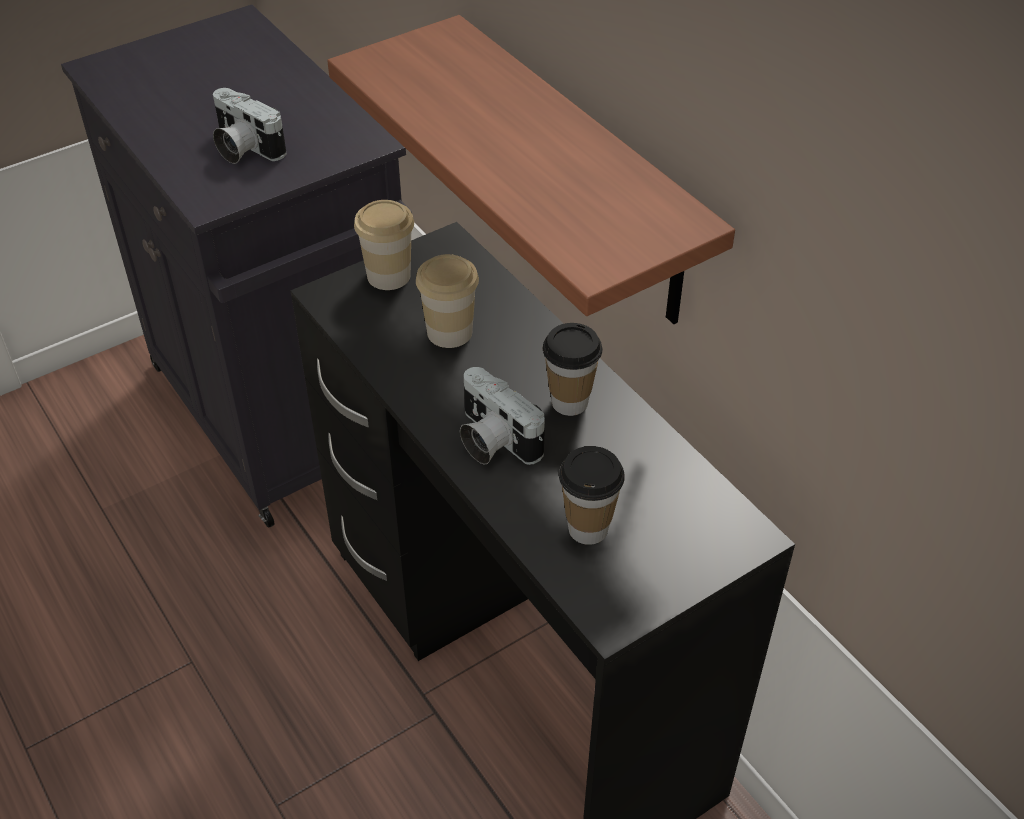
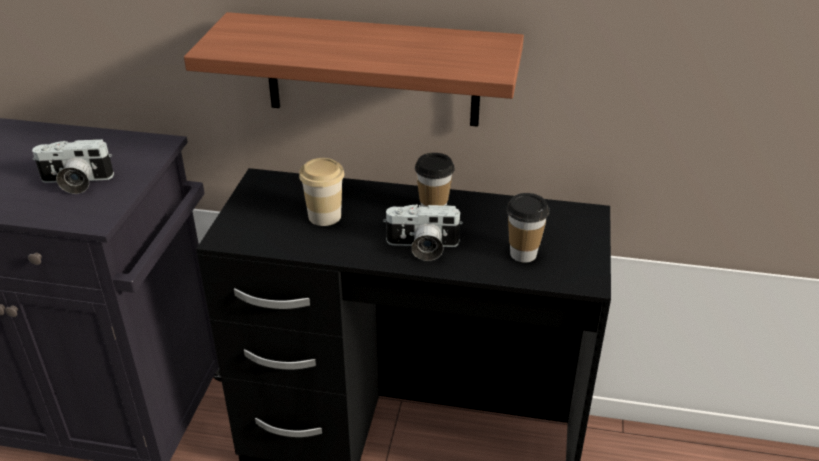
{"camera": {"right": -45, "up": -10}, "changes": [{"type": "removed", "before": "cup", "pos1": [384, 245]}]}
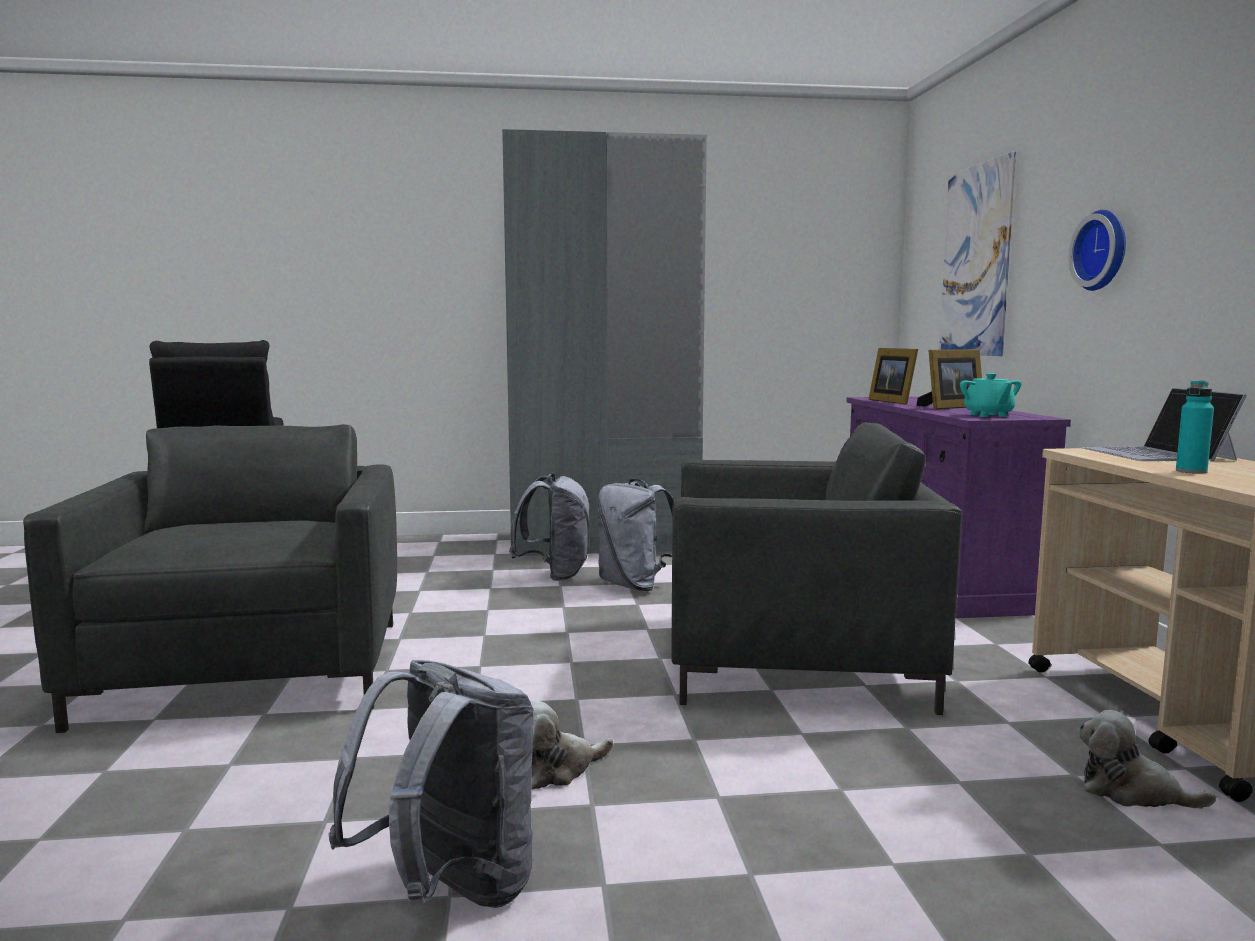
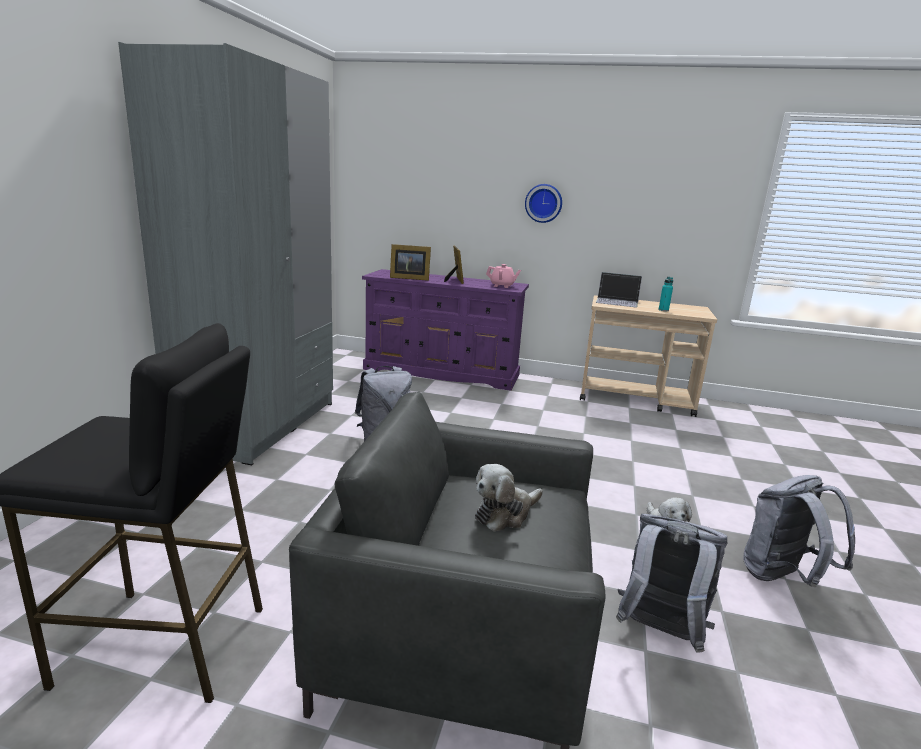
{"camera": {"right": -70, "up": 10}, "changes": [{"type": "moved", "before": "plush toy", "pos1": [1147, 759], "pos2": [509, 497]}, {"type": "recoloured", "before": "turquoise teapot", "after": "pink teapot", "pos1": [990, 395], "pos2": [503, 276]}, {"type": "moved", "before": "grey backpack", "pos1": [549, 527], "pos2": [672, 583]}, {"type": "removed", "before": "grey armchair", "pos1": [816, 568]}, {"type": "removed", "before": "picture", "pos1": [977, 253]}]}
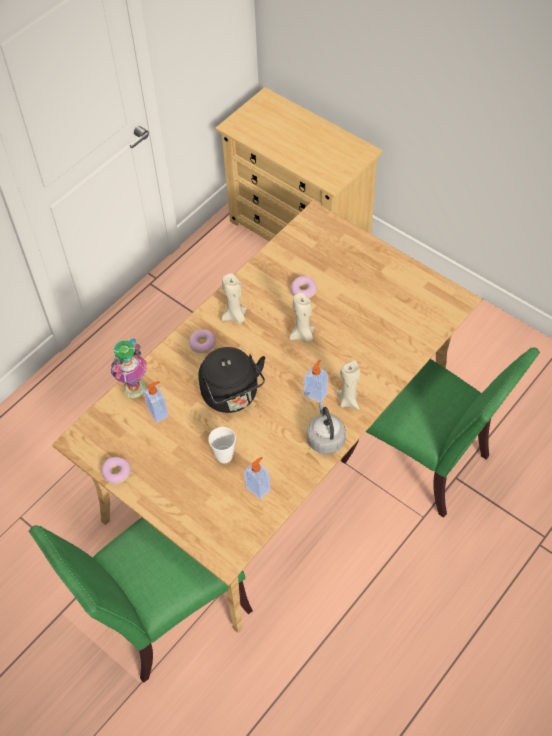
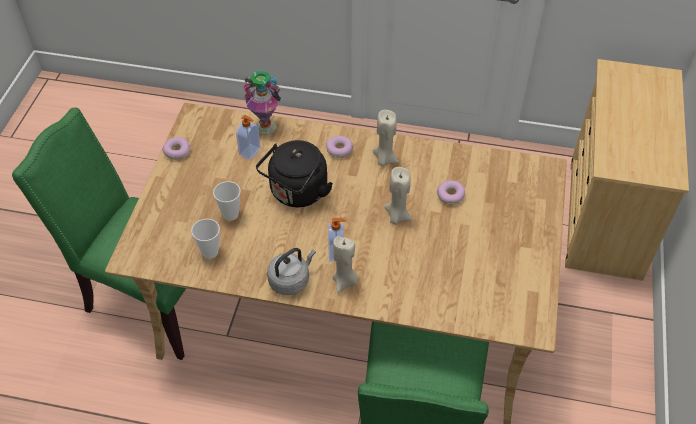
{"camera": {"right": 60, "up": -5}, "changes": [{"type": "replaced", "before": "soap dispenser", "after": "cup", "pos1": [257, 478], "pos2": [205, 239]}]}
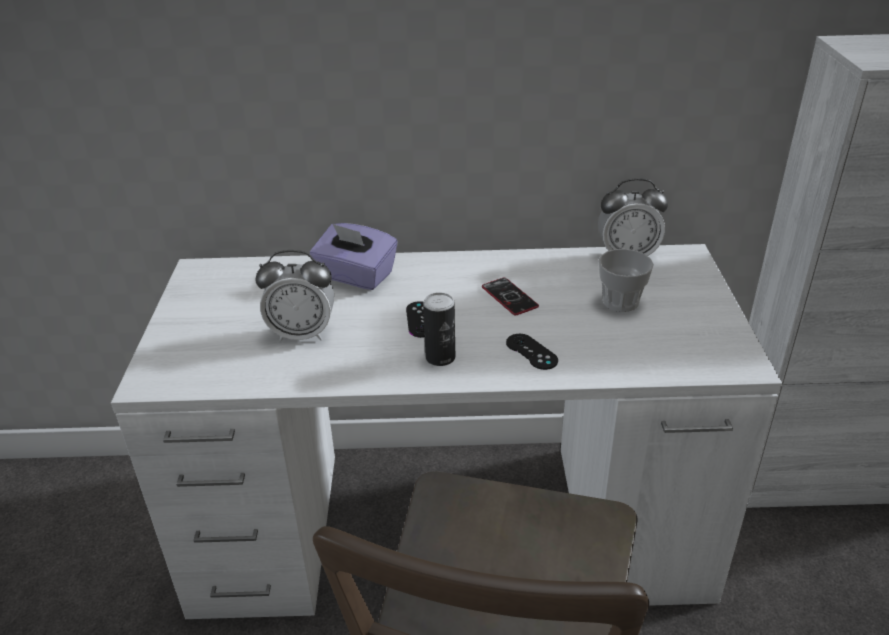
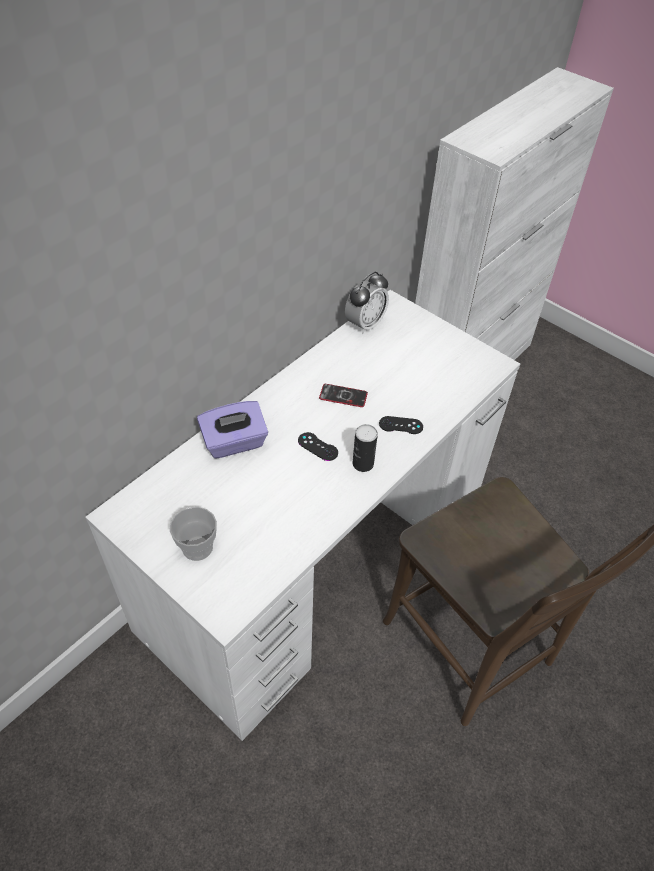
{"camera": {"right": -50, "up": 15}, "changes": [{"type": "moved", "before": "cup", "pos1": [626, 280], "pos2": [193, 534]}, {"type": "removed", "before": "alarm clock", "pos1": [295, 295]}]}
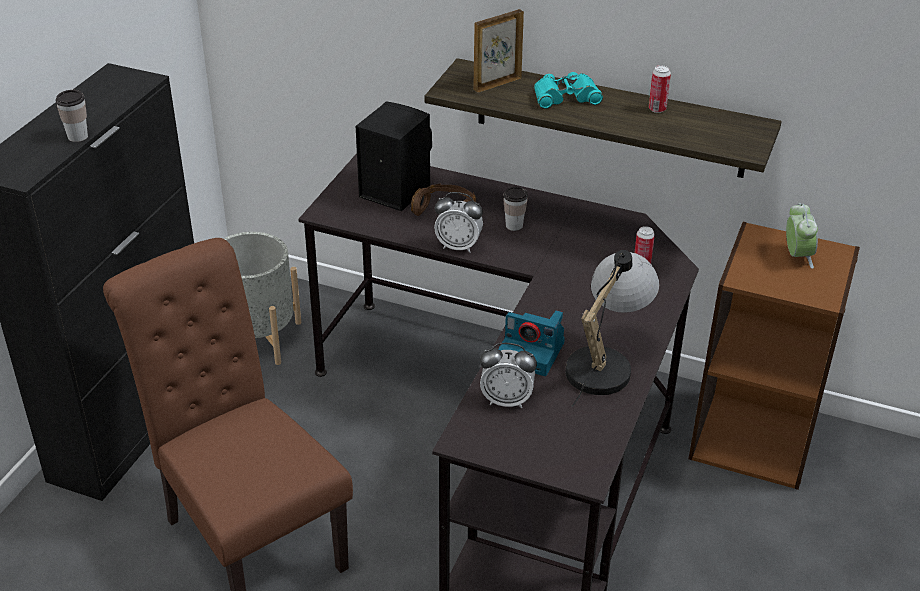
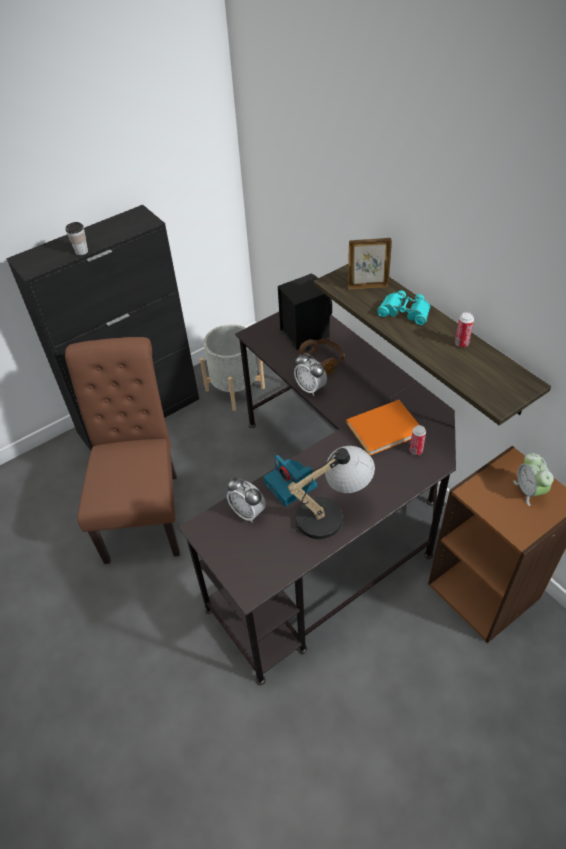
{"camera": {"right": 35, "up": 10}, "changes": [{"type": "added", "after": "orange book", "pos2": [382, 427]}, {"type": "turned", "before": "alarm clock", "pos1": [802, 236], "pos2": [533, 479], "turn": 135}, {"type": "removed", "before": "cup", "pos1": [516, 209]}]}
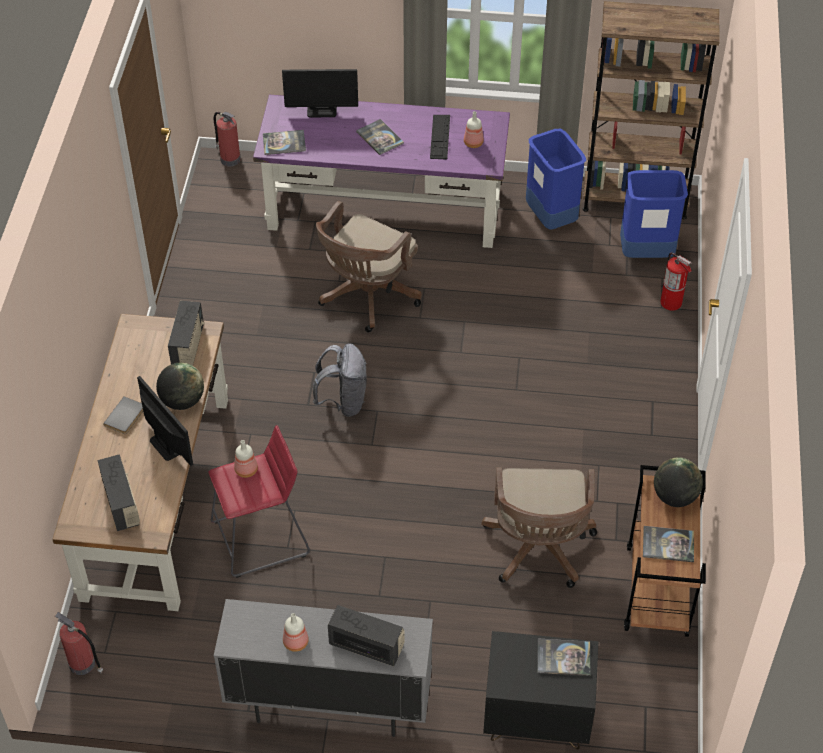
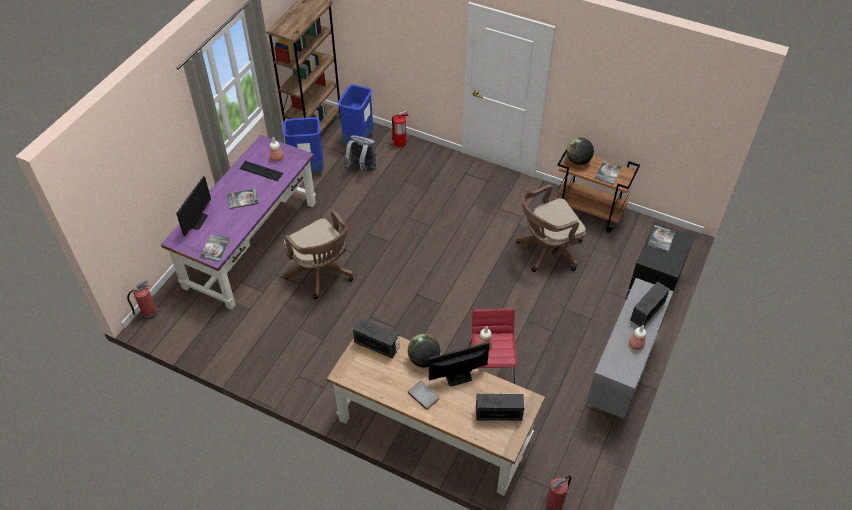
{"camera": {"right": -70, "up": 0}, "changes": [{"type": "moved", "before": "grey backpack", "pos1": [340, 380], "pos2": [360, 155]}, {"type": "turned", "before": "brown office chair", "pos1": [539, 527], "pos2": [551, 228], "turn": 135}]}
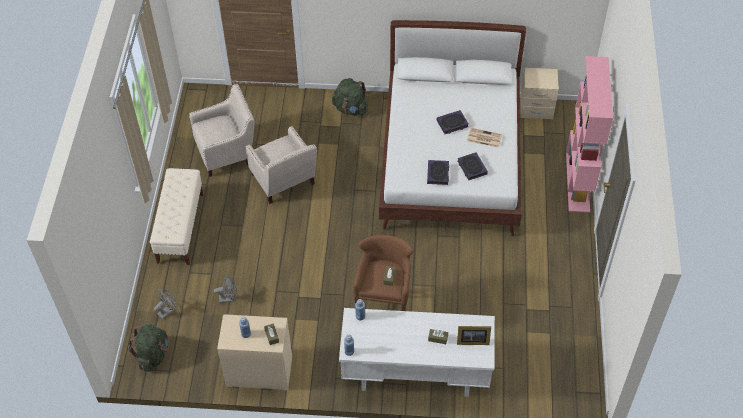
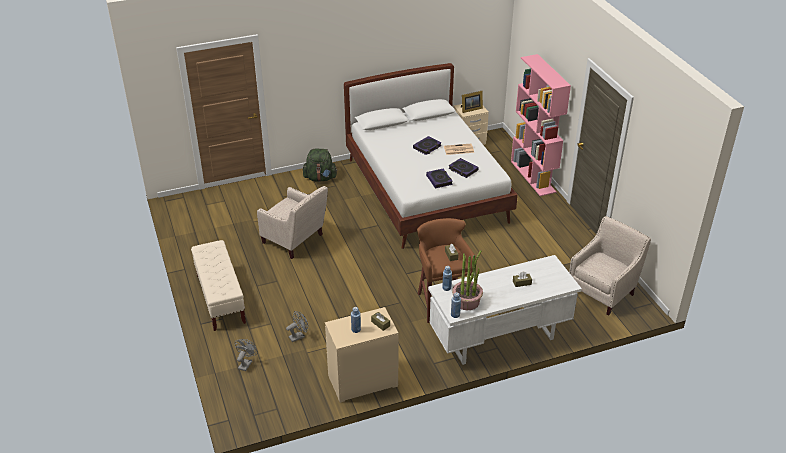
{"camera": {"right": -25, "up": -15}, "changes": [{"type": "added", "after": "potted plant", "pos2": [467, 280]}, {"type": "moved", "before": "picture frame", "pos1": [474, 335], "pos2": [472, 102]}, {"type": "moved", "before": "beige armchair", "pos1": [221, 130], "pos2": [610, 266]}, {"type": "removed", "before": "green backpack", "pos1": [148, 348]}]}
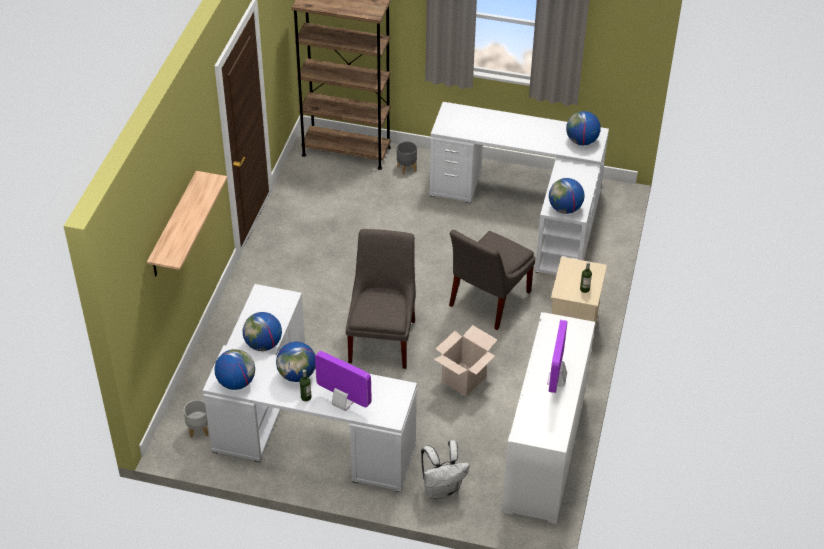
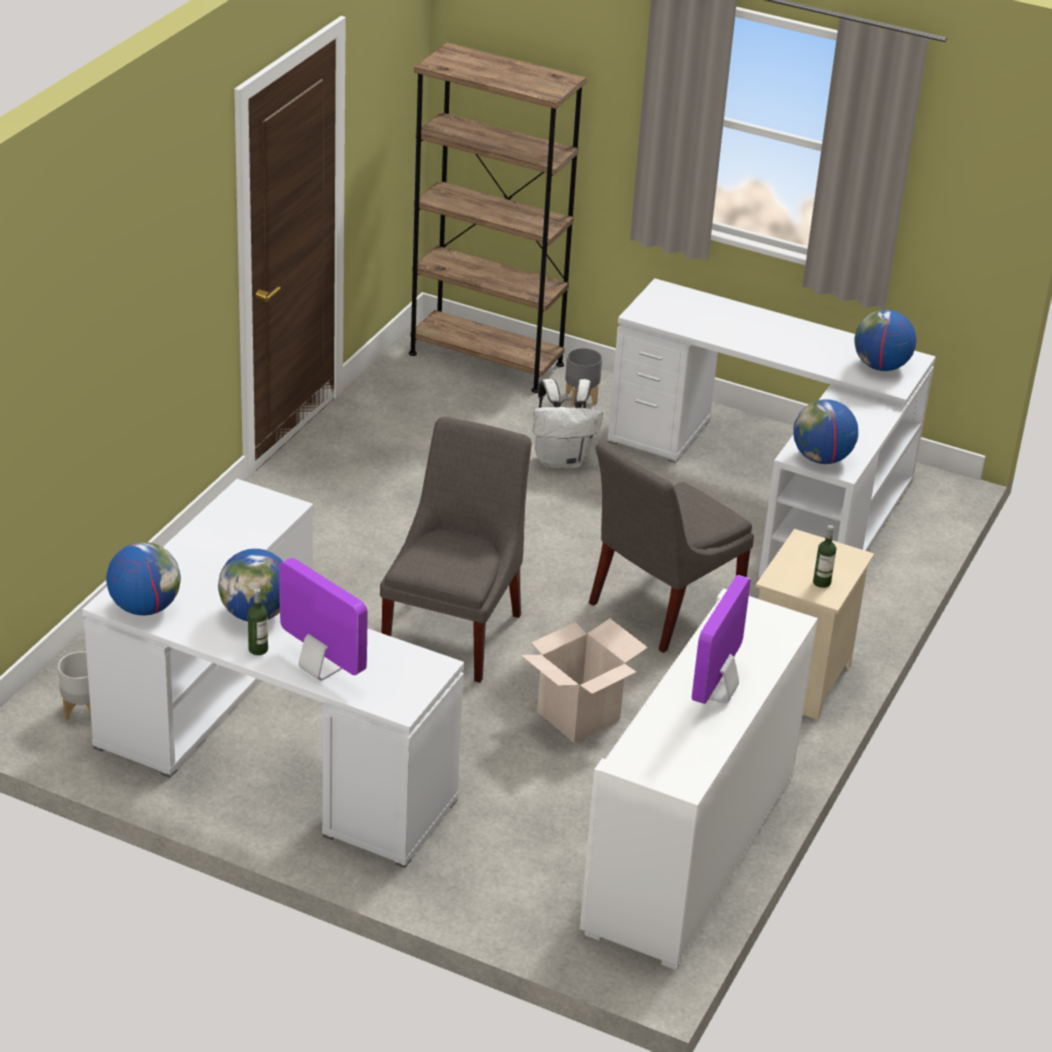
{"camera": {"right": 10, "up": -10}, "changes": [{"type": "moved", "before": "white backpack", "pos1": [445, 469], "pos2": [568, 423]}, {"type": "removed", "before": "shelf", "pos1": [187, 223]}, {"type": "removed", "before": "globe", "pos1": [262, 331]}]}
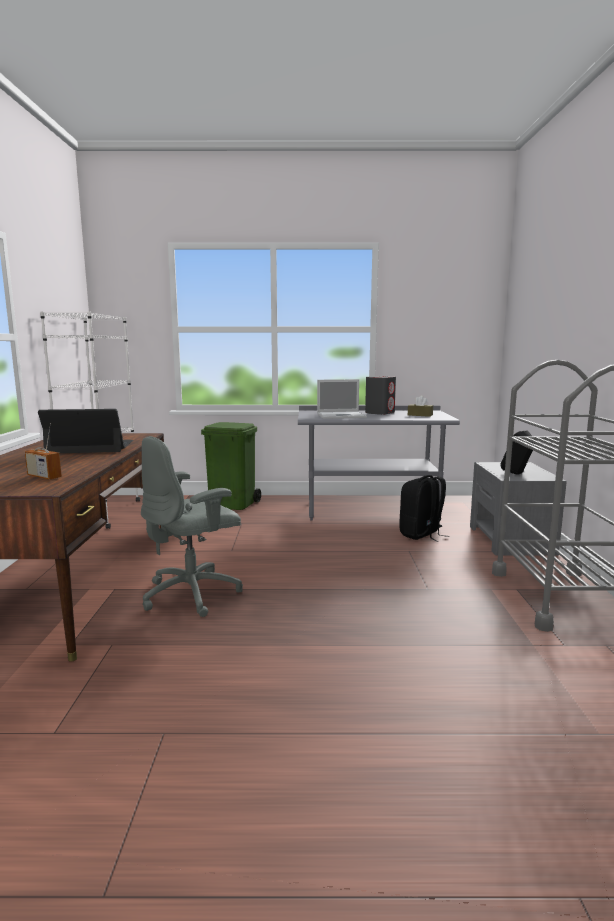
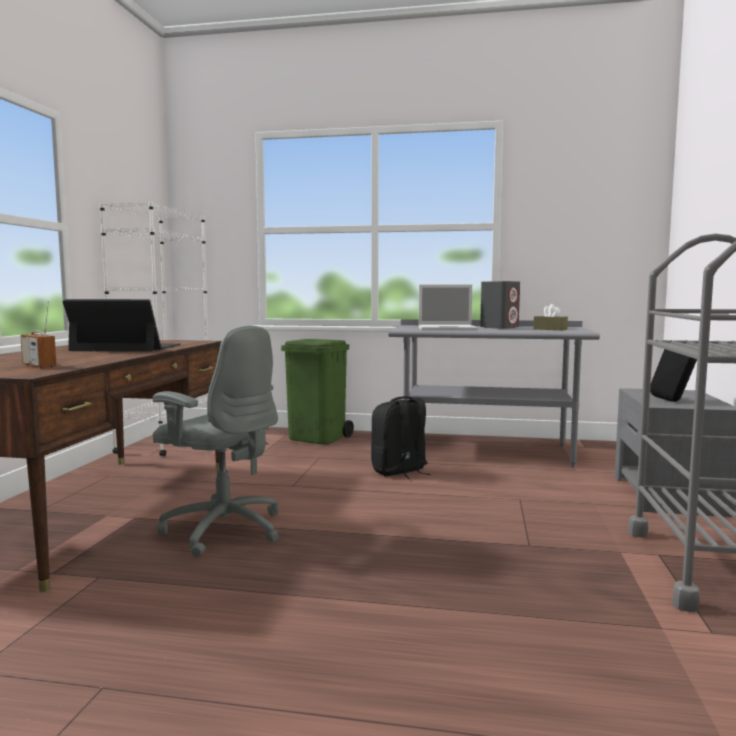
{"camera": {"right": 10, "up": -5}, "changes": [{"type": "turned", "before": "grey office chair", "pos1": [192, 526], "pos2": [216, 441], "turn": -120}, {"type": "moved", "before": "black backpack", "pos1": [424, 508], "pos2": [401, 437]}]}
